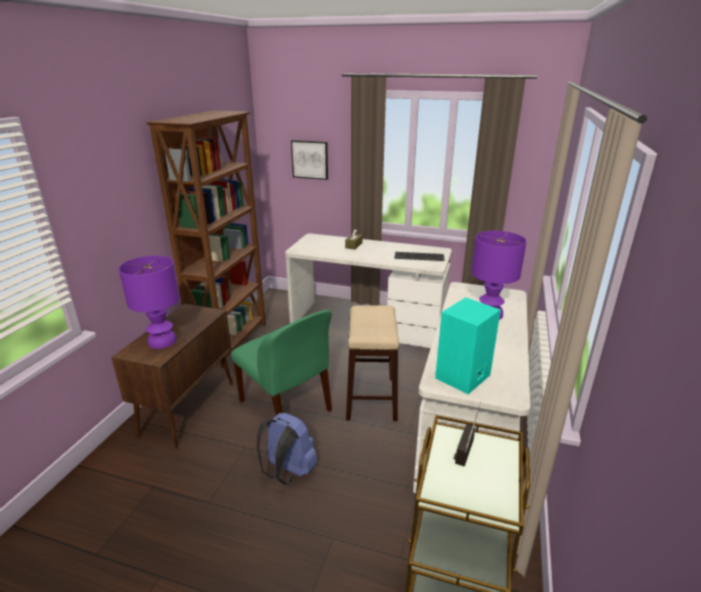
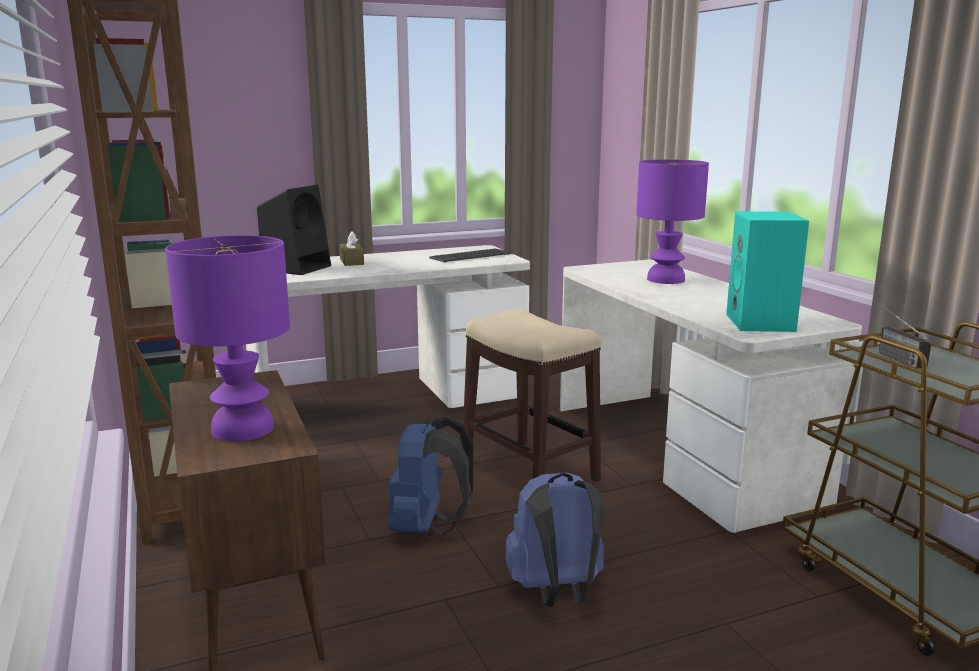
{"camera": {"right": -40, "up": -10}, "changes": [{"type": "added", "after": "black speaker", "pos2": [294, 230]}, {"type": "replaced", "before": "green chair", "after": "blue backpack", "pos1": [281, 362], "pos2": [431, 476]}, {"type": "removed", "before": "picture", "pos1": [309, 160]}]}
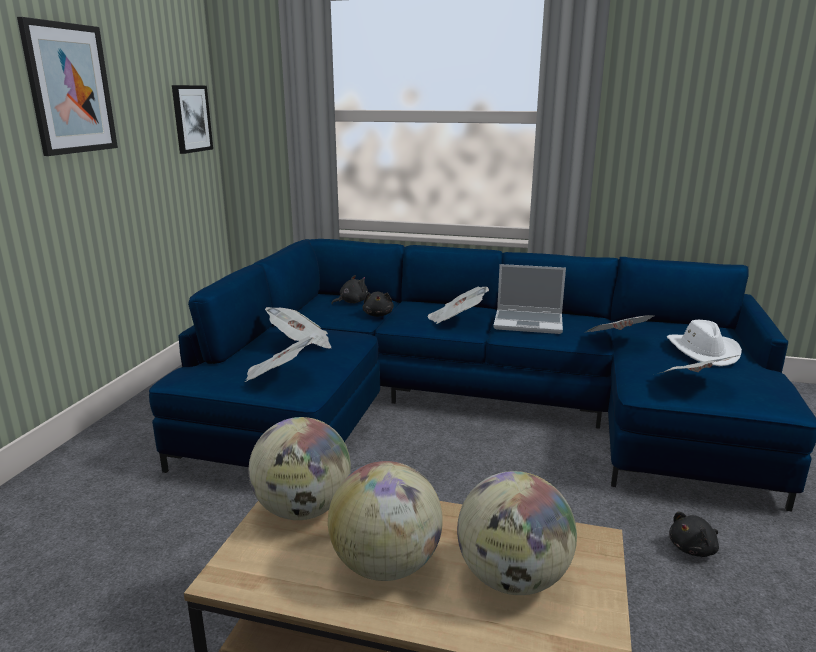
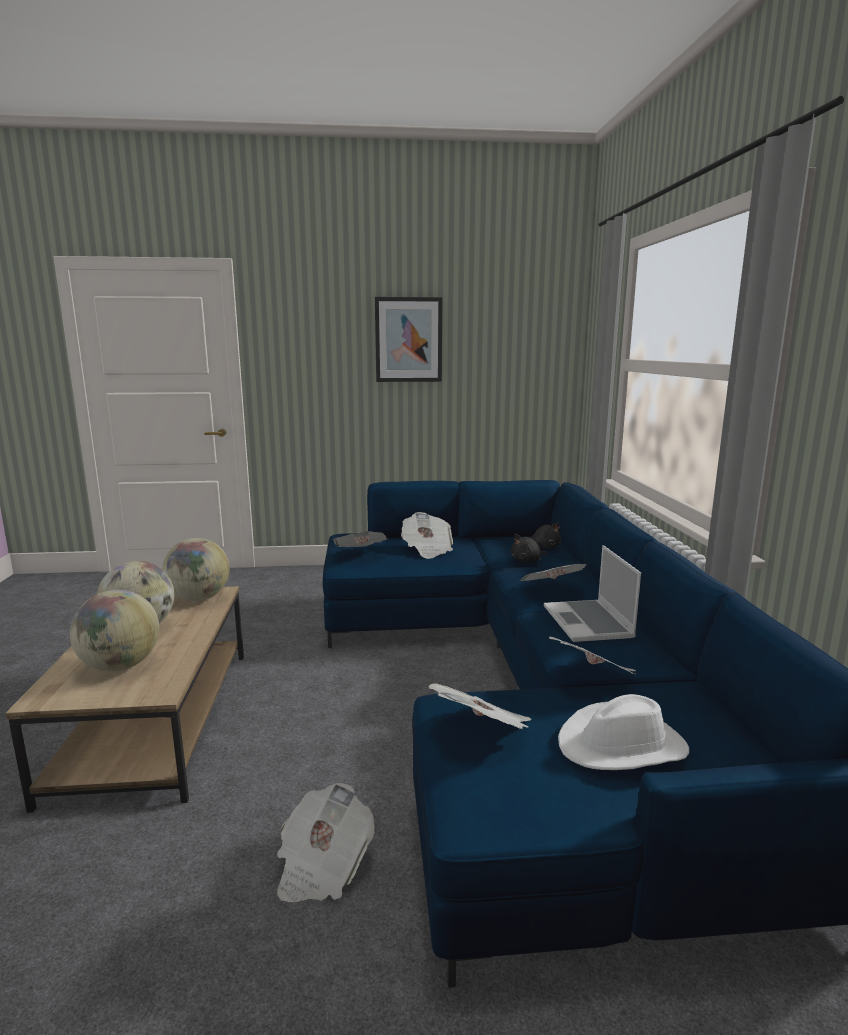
{"camera": {"right": 70, "up": -5}, "changes": [{"type": "replaced", "before": "black plush toy", "after": "newspaper", "pos1": [694, 534], "pos2": [326, 842]}, {"type": "removed", "before": "picture", "pos1": [192, 119]}]}
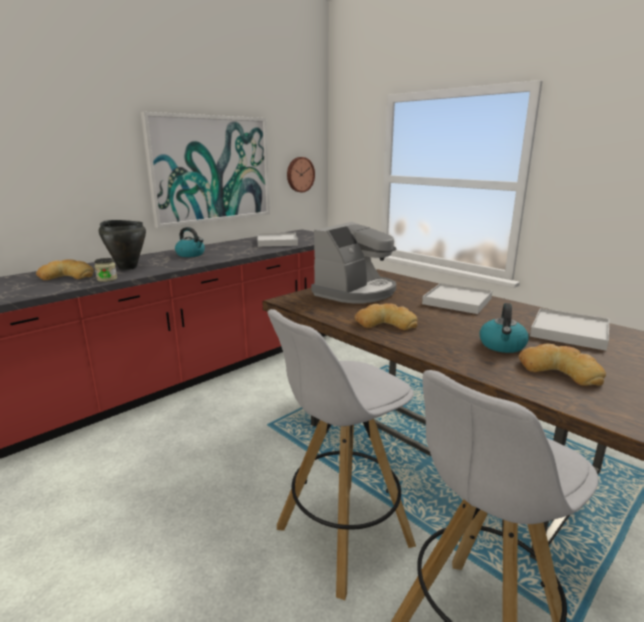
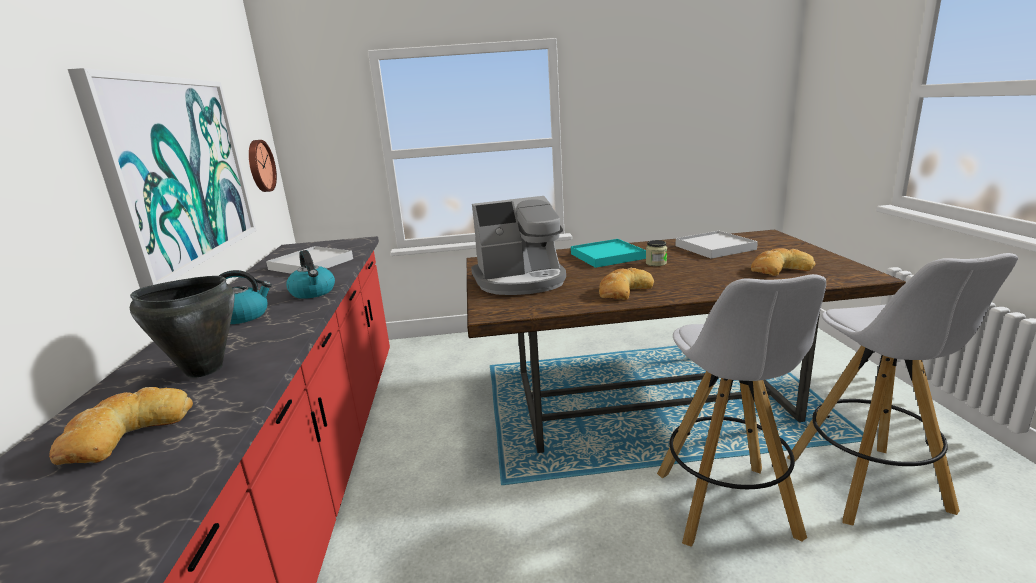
{"camera": {"right": -50, "up": 0}, "changes": [{"type": "moved", "before": "kettle", "pos1": [504, 328], "pos2": [310, 274]}, {"type": "turned", "before": "coffee machine", "pos1": [353, 262], "pos2": [518, 245], "turn": 90}, {"type": "recoloured", "before": "white tray", "after": "turquoise tray", "pos1": [457, 298], "pos2": [608, 253]}, {"type": "moved", "before": "jar", "pos1": [105, 270], "pos2": [656, 253]}]}
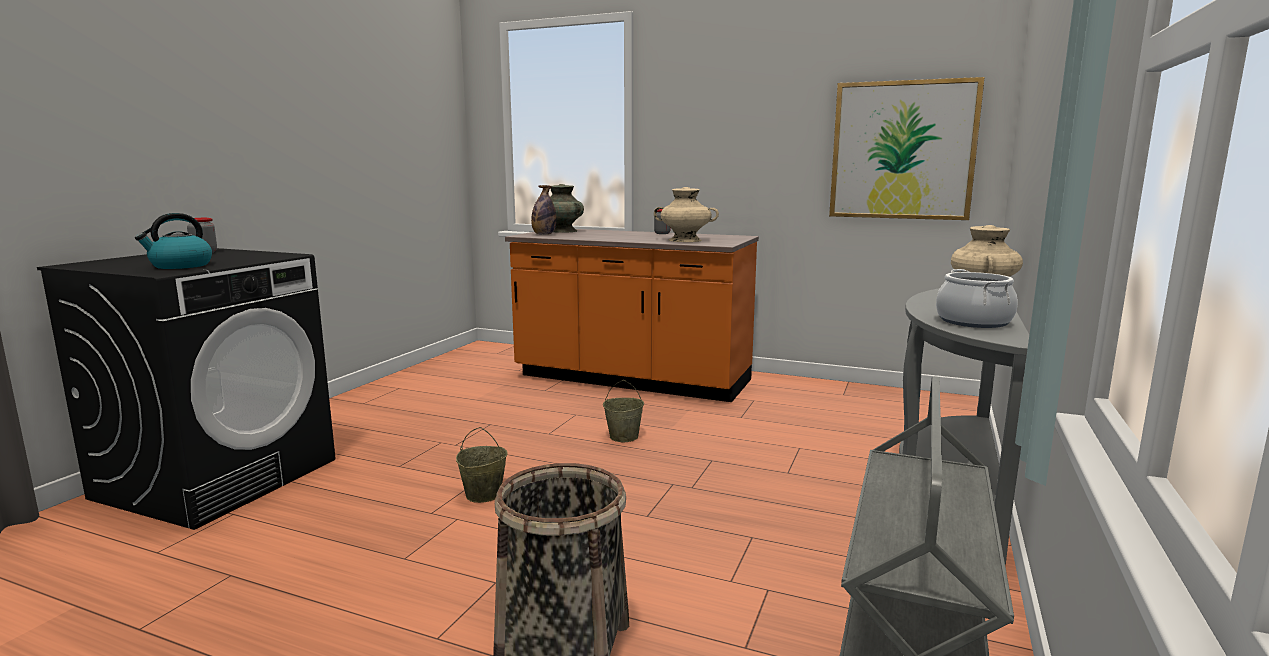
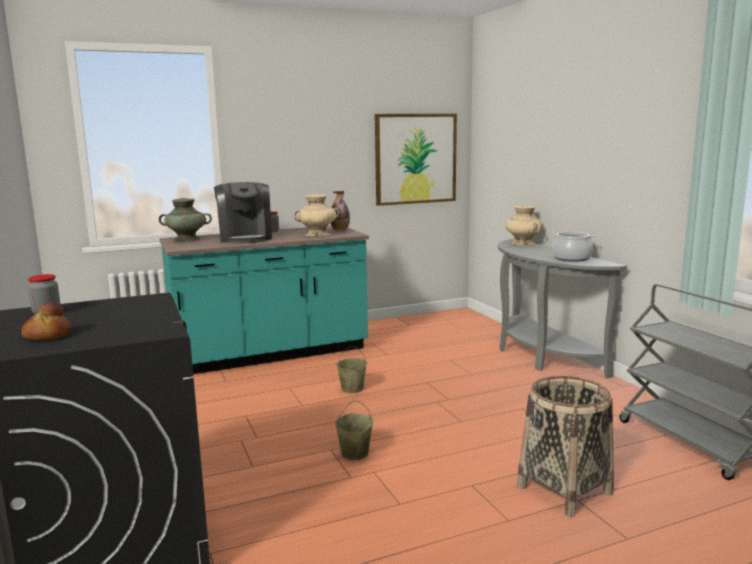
{"camera": {"right": -45, "up": 0}, "changes": [{"type": "added", "after": "bread", "pos2": [46, 321]}, {"type": "recoloured", "before": "orange counter", "after": "turquoise counter", "pos1": [632, 315], "pos2": [264, 300]}, {"type": "added", "after": "coffee machine", "pos2": [243, 212]}, {"type": "moved", "before": "bottle", "pos1": [544, 210], "pos2": [340, 210]}, {"type": "removed", "before": "kettle", "pos1": [173, 241]}]}
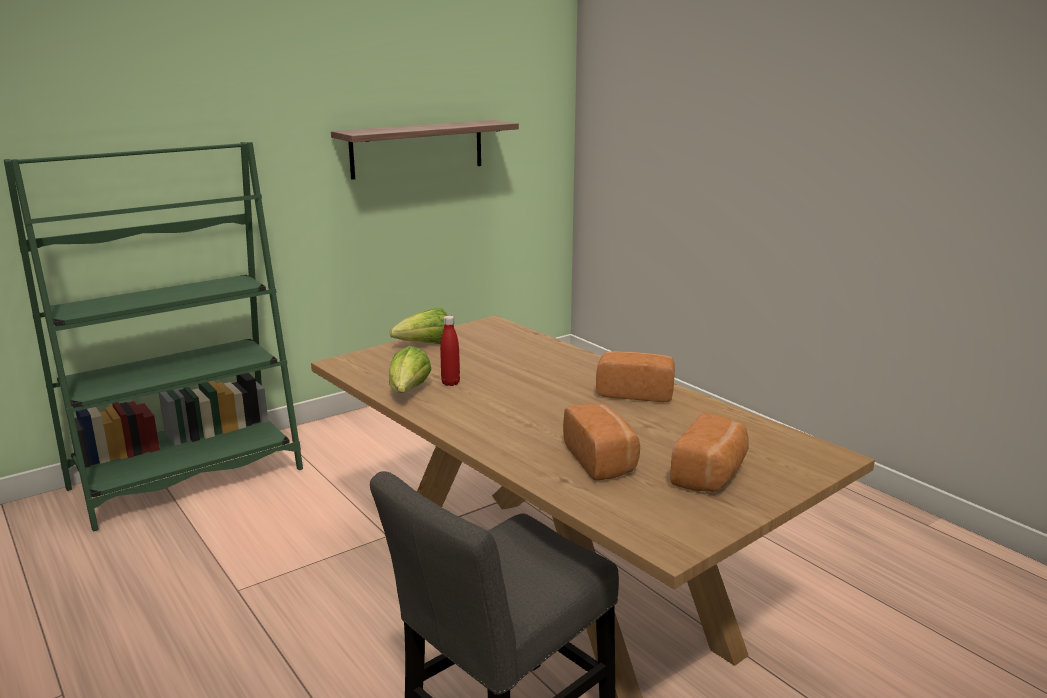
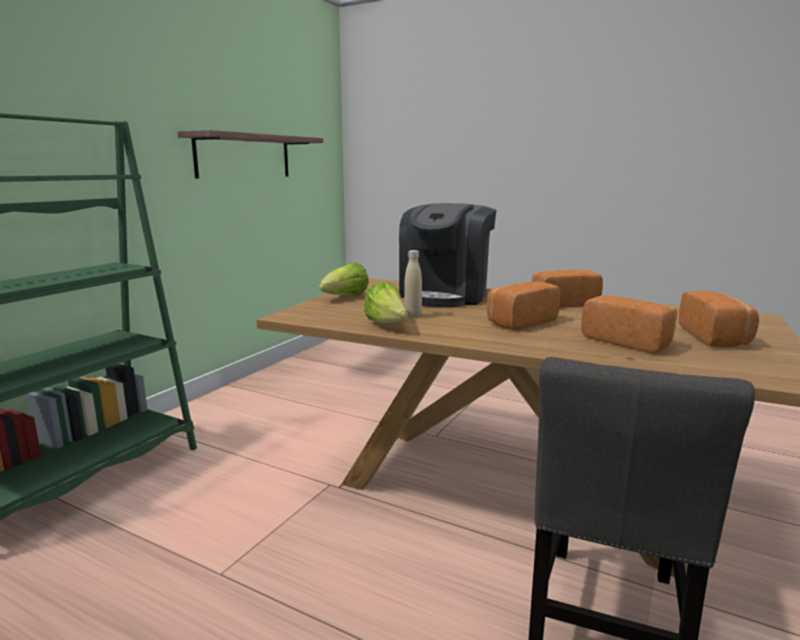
{"camera": {"right": -25, "up": -5}, "changes": [{"type": "added", "after": "coffee machine", "pos2": [447, 255]}, {"type": "recoloured", "before": "red bottle", "after": "beige bottle", "pos1": [450, 351], "pos2": [413, 284]}, {"type": "added", "after": "bread", "pos2": [523, 305]}]}
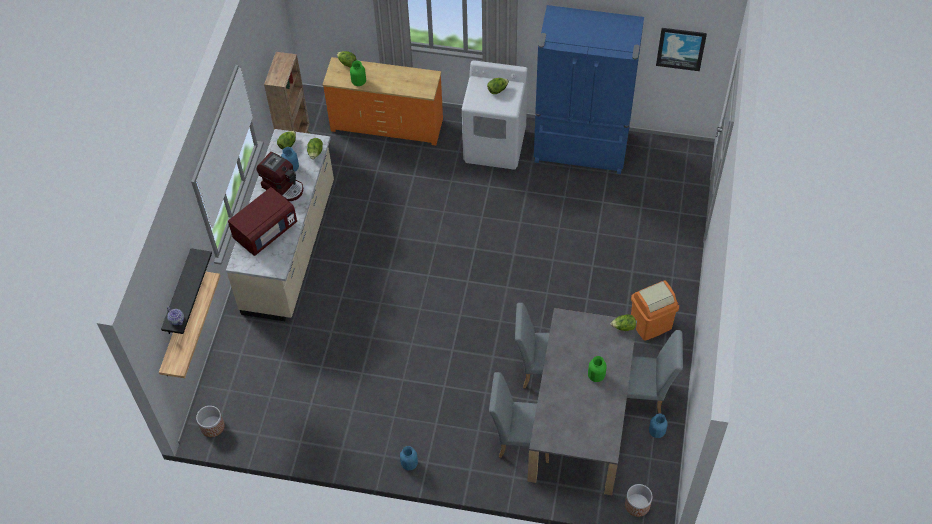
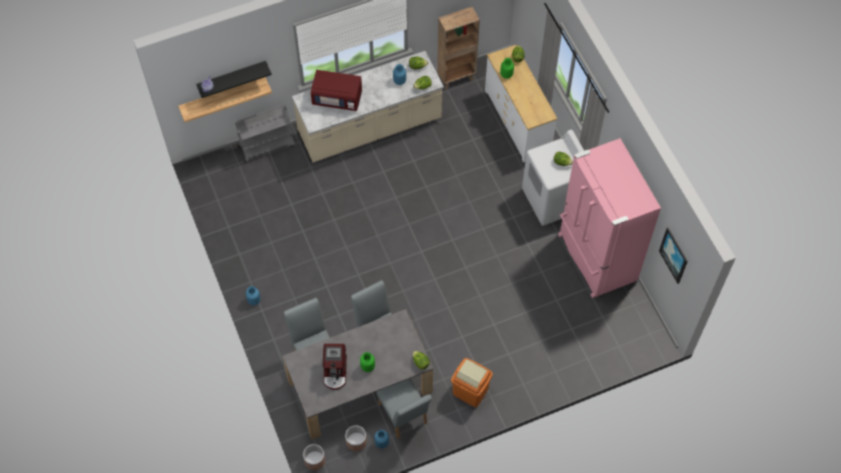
{"camera": {"right": 55, "up": 5}, "changes": [{"type": "added", "after": "grey cart", "pos2": [265, 134]}, {"type": "moved", "before": "coffee machine", "pos1": [280, 176], "pos2": [335, 367]}, {"type": "moved", "before": "planter", "pos1": [210, 421], "pos2": [356, 438]}, {"type": "recoloured", "before": "orange dresser", "after": "white dresser", "pos1": [383, 101], "pos2": [521, 104]}, {"type": "recoloured", "before": "blue fridge", "after": "pink fridge", "pos1": [589, 89], "pos2": [609, 218]}]}
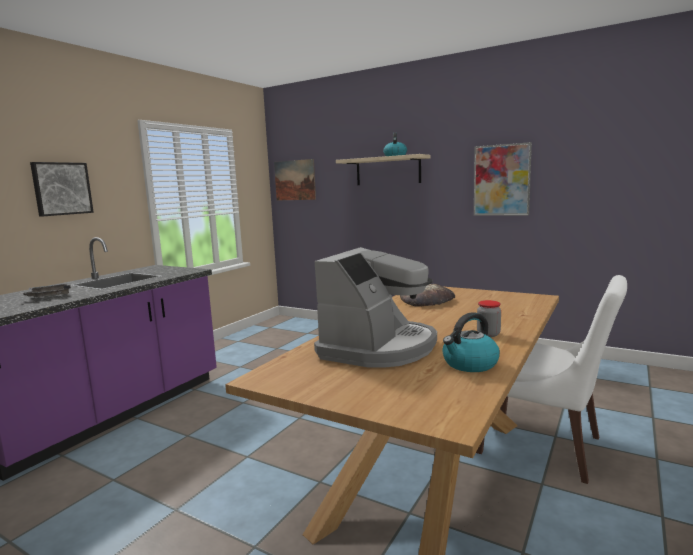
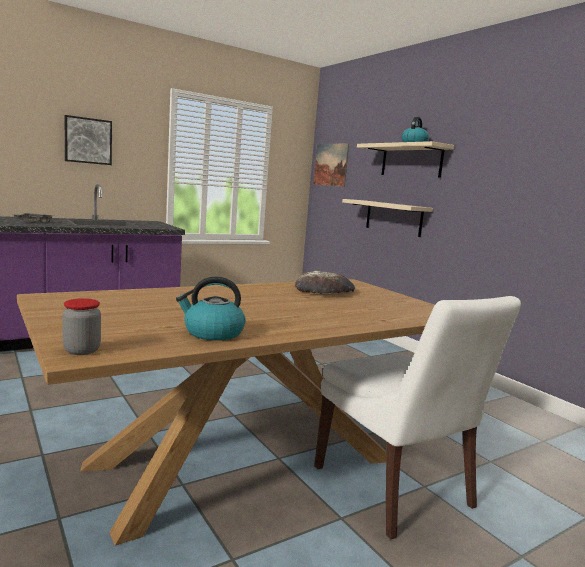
{"camera": {"right": 25, "up": 0}, "changes": [{"type": "moved", "before": "jar", "pos1": [489, 318], "pos2": [81, 326]}, {"type": "added", "after": "beige shelf", "pos2": [387, 218]}, {"type": "removed", "before": "coffee machine", "pos1": [375, 307]}, {"type": "removed", "before": "picture", "pos1": [503, 179]}]}
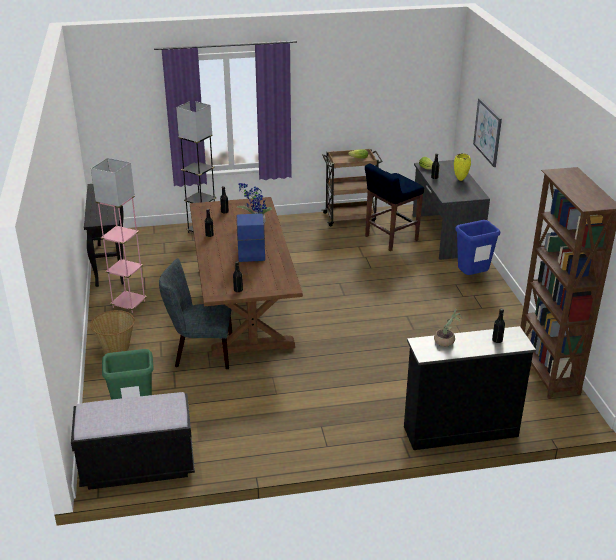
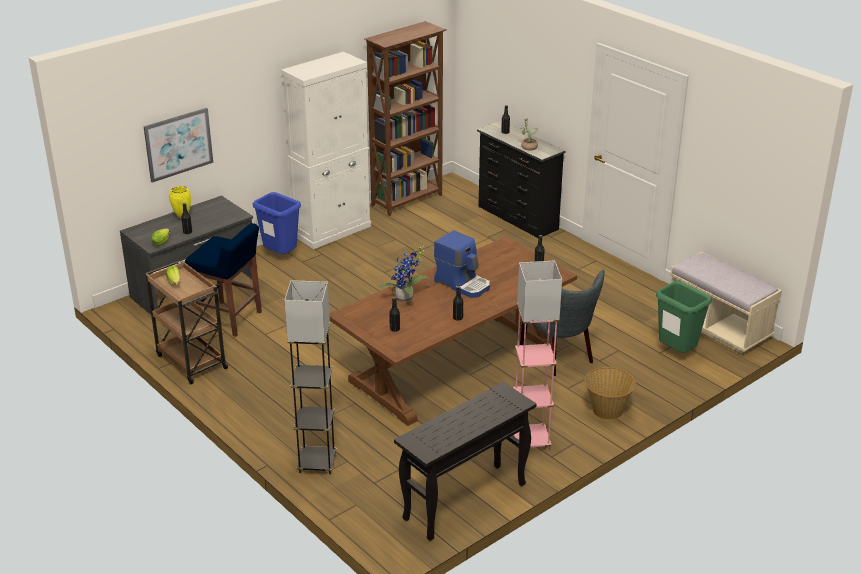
{"camera": {"right": -120, "up": 0}, "changes": [{"type": "added", "after": "white cabinet", "pos2": [326, 150]}, {"type": "turned", "before": "coffee machine", "pos1": [251, 238], "pos2": [462, 264], "turn": -105}, {"type": "recoloured", "before": "black bench", "after": "beige bench", "pos1": [133, 441], "pos2": [726, 302]}]}
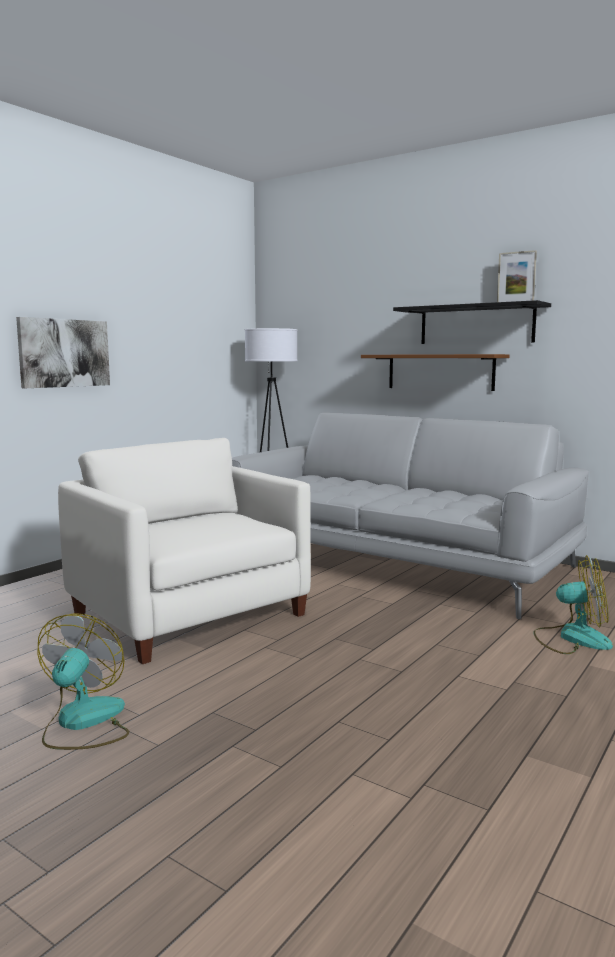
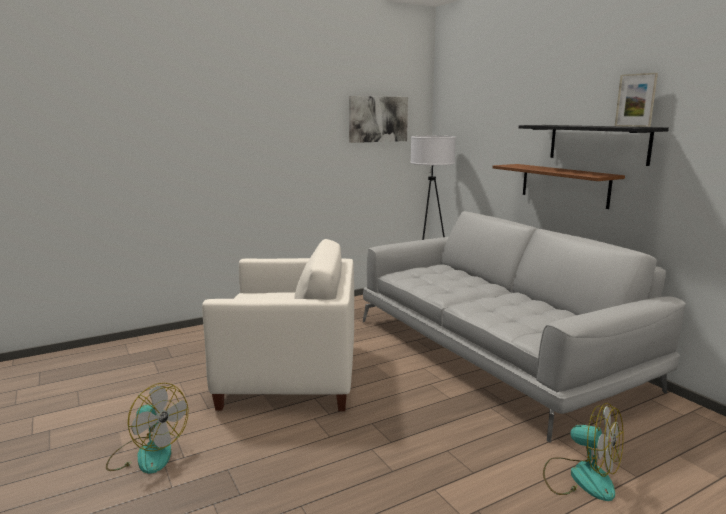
{"camera": {"right": 25, "up": 5}, "changes": [{"type": "turned", "before": "fan", "pos1": [83, 682], "pos2": [147, 428], "turn": 90}, {"type": "turned", "before": "white armchair", "pos1": [184, 551], "pos2": [278, 325], "turn": 105}, {"type": "moved", "before": "picture", "pos1": [63, 352], "pos2": [378, 119]}]}
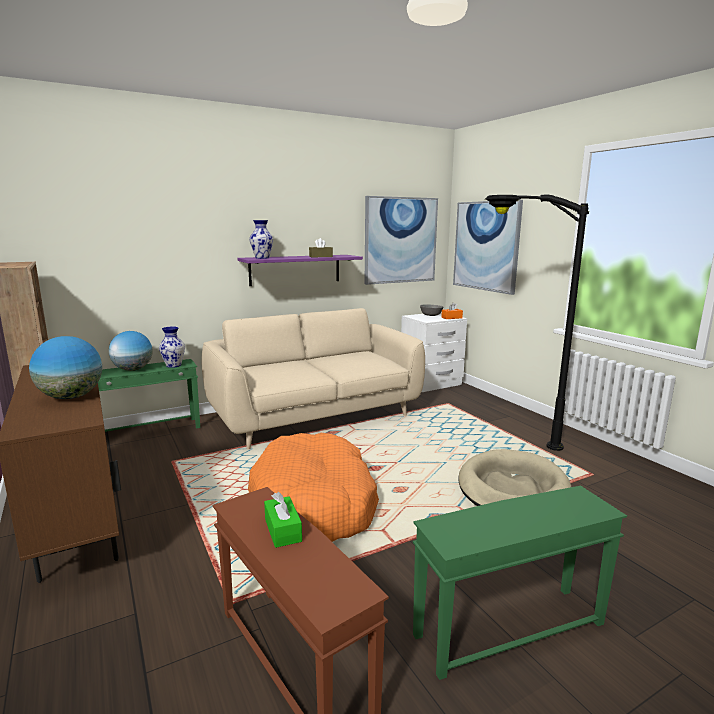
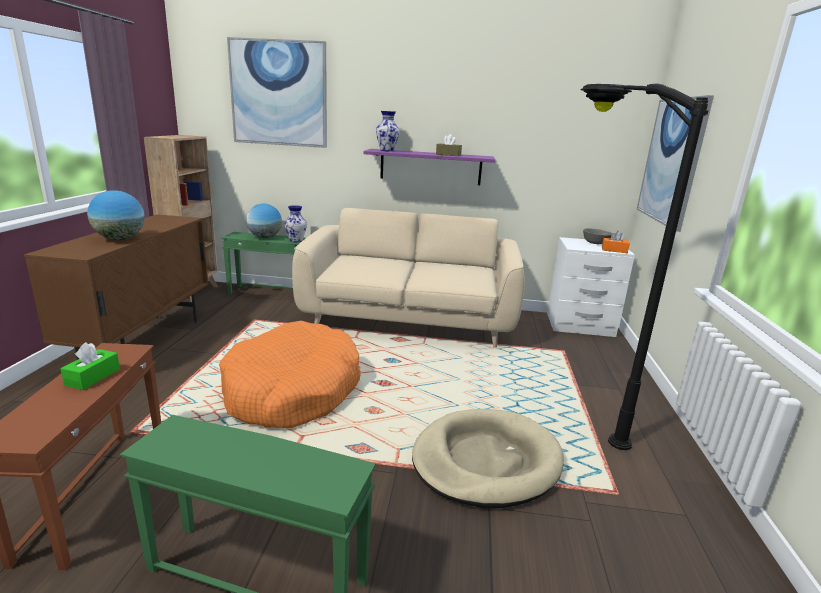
{"camera": {"right": 35, "up": 5}, "changes": [{"type": "moved", "before": "picture", "pos1": [401, 240], "pos2": [277, 92]}]}
